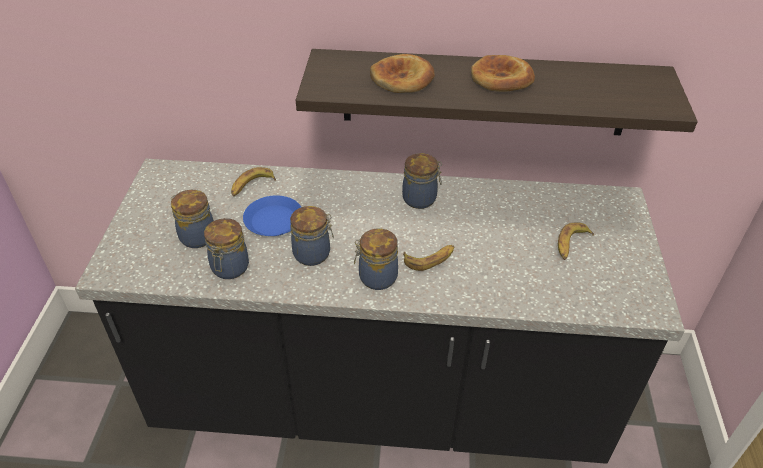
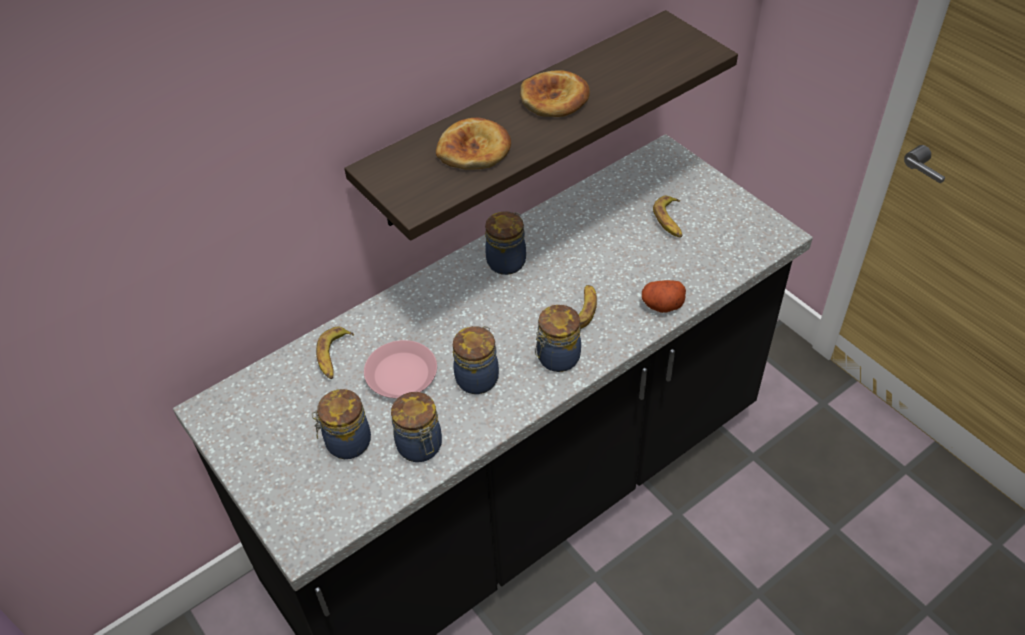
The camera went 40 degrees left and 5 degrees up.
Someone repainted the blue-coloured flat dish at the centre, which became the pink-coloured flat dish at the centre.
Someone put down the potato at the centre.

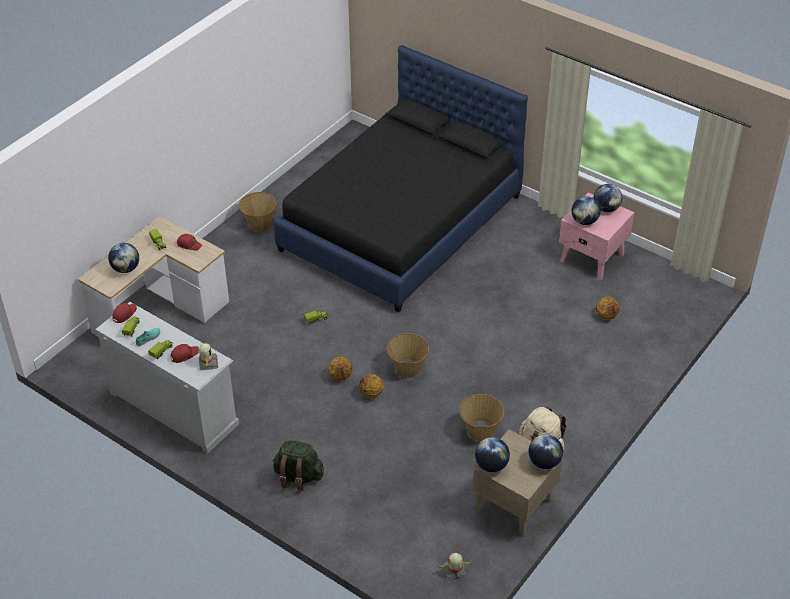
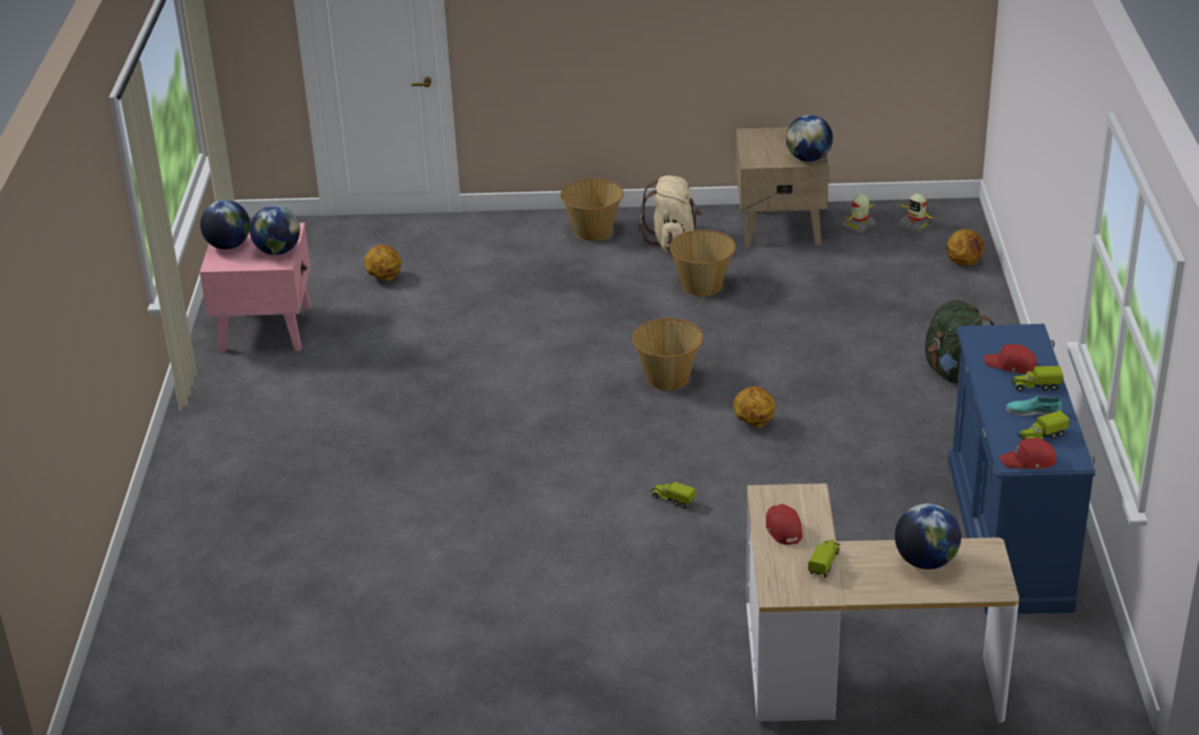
The camera went 125 degrees left and 10 degrees down.
Someone took away the blackish sleeping bed at the top centre.
Someone carried the household basket (no. 1 from left) from the middle left to the top centre.
Someone repainted the white dresser at the middle left, which became the blue-coloured dresser at the middle right.
Someone carried the model robot (no. 1 from left) from the middle left to the top right.
Someone carried the ball for basketball (no. 2 from left in the first image) from the centre to the middle right.
Someone took away the globe (no. 3 from left) at the bottom right.

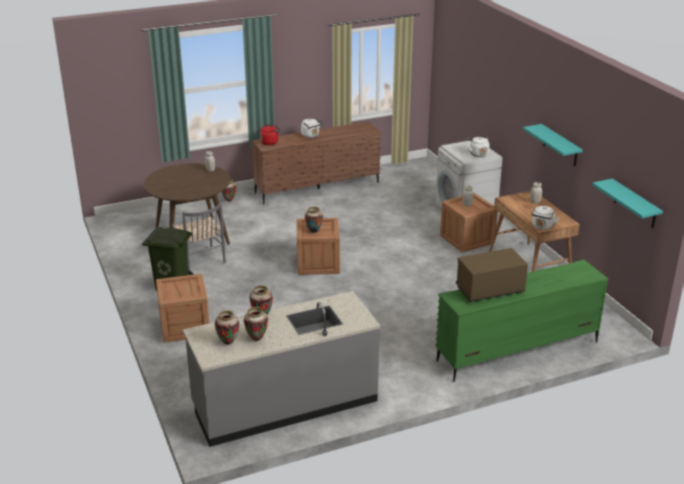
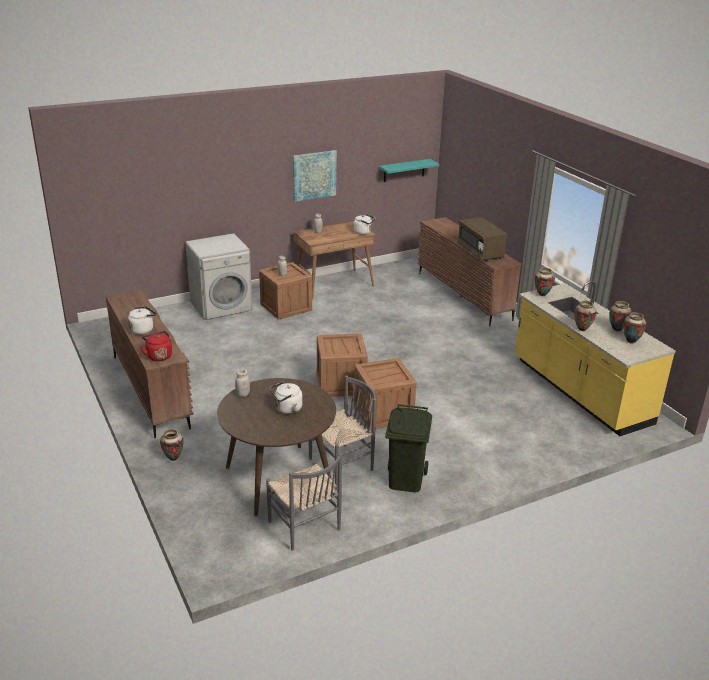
The camera went 95 degrees left and 0 degrees up.
Someone swapped the blue-green bracket shelf (no. 1 from left) at the top right for the wall picture at the top centre.
Someone carried the white tea kettle (no. 2 from left) from the top right to the centre.
Someone carried the vase (no. 5 from left in the first image) from the centre to the middle right.
Someone repainted the green dresser at the middle right, which became the brownish dresser (no. 2 from left) at the centre.
Someone carried the shipping crate (no. 1 from left in the first image) from the middle left to the centre.
Someone repainted the grey kitchen base unit at the bottom centre, which became the yellow-coloured kitchen base unit at the middle right.
Someone put down the grey chair (no. 1 from left) at the bottom centre.

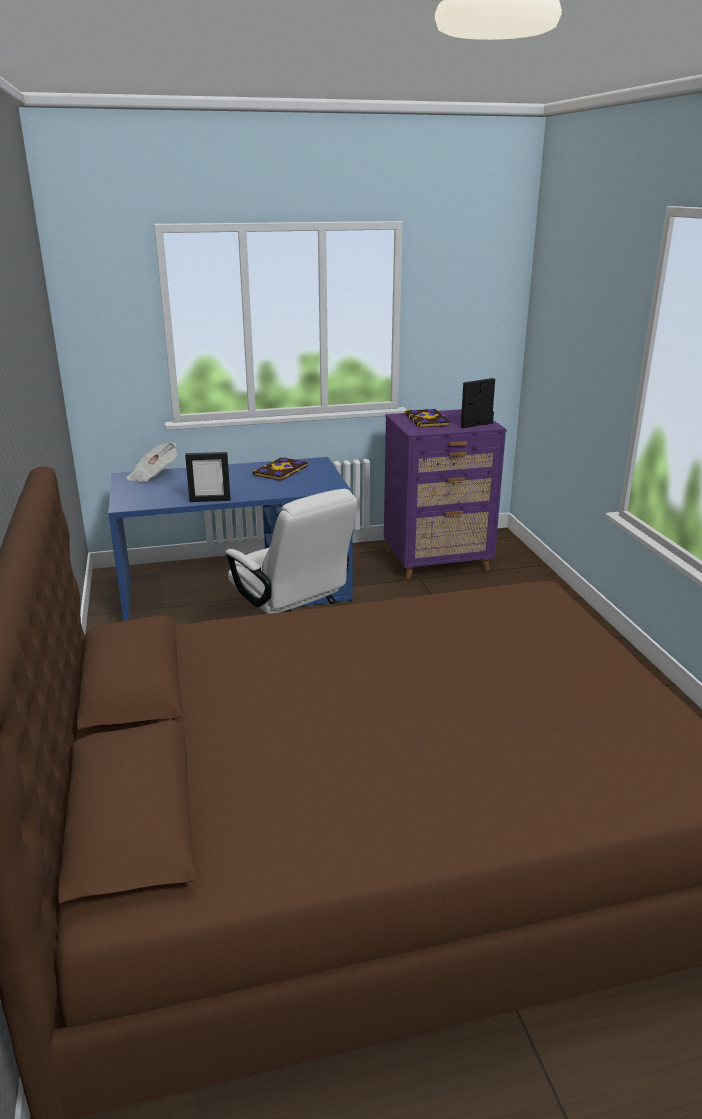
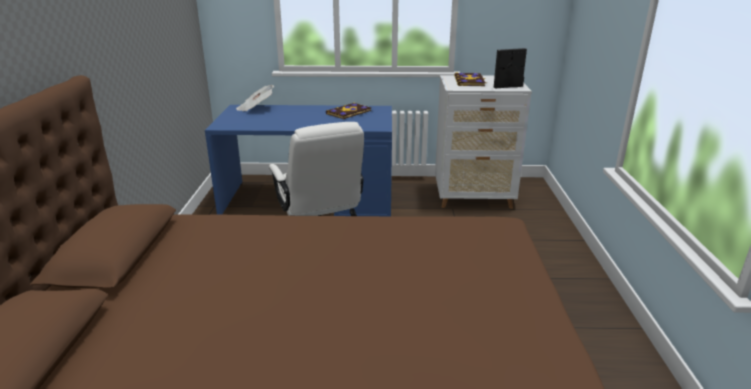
The camera went 15 degrees right and 0 degrees up.
Someone repainted the purplish dresser at the centre, which became the white dresser at the centre.
Someone took away the photo frame (no. 1 from left) at the middle left.

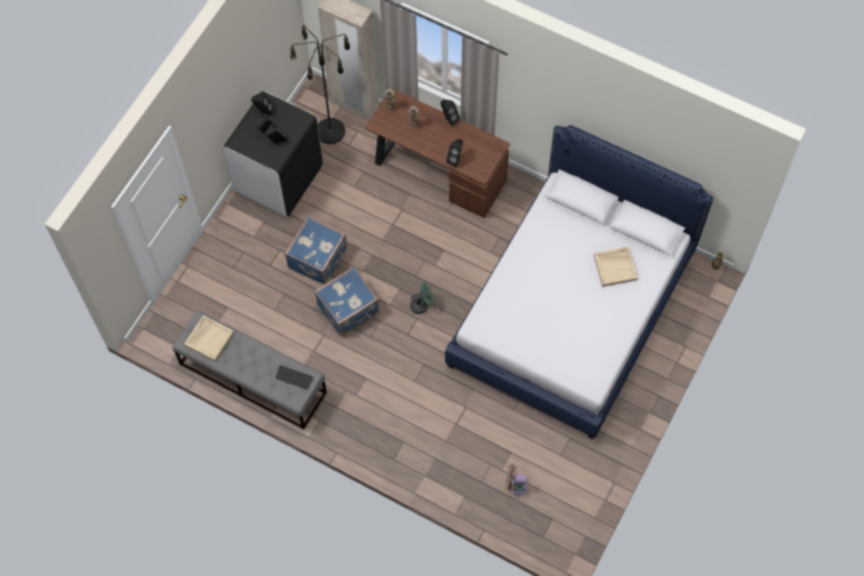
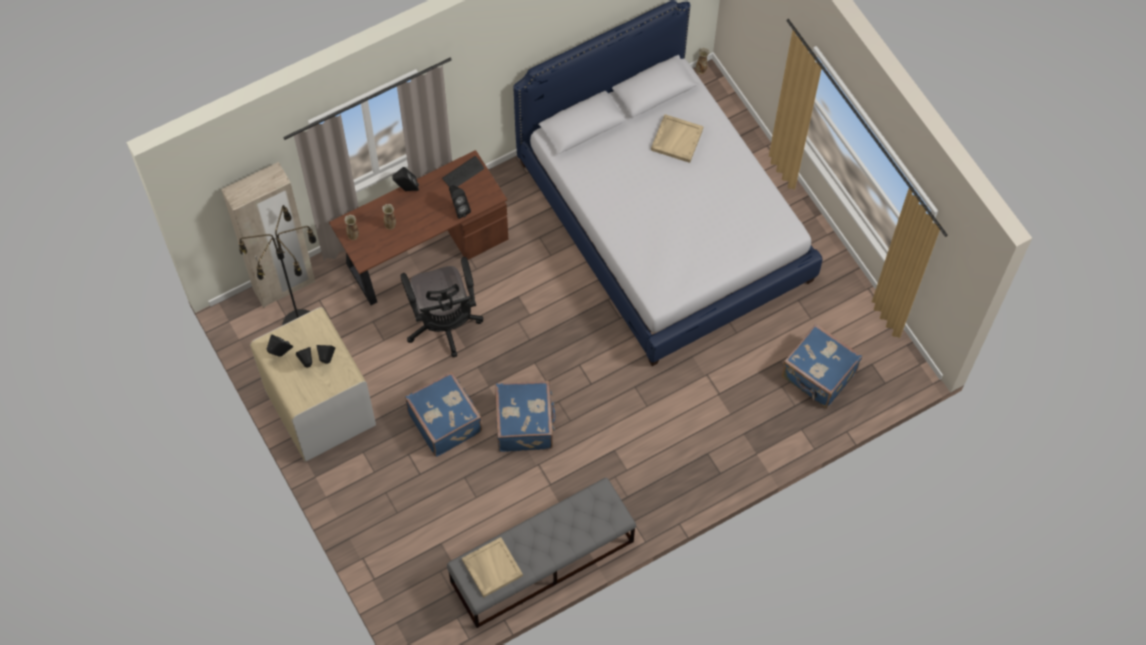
The camera went 60 degrees left and 0 degrees up.
Someone repainted the blackish dresser at the top left, which became the beige dresser at the middle left.
Someone took away the green electric fan at the centre.
Someone carried the keyboard from the centre to the top centre.
Someone swapped the brownish electric fan at the bottom centre for the blue-coloured piece of luggage (no. 3 from left) at the middle right.
Someone put down the computer chair at the centre.

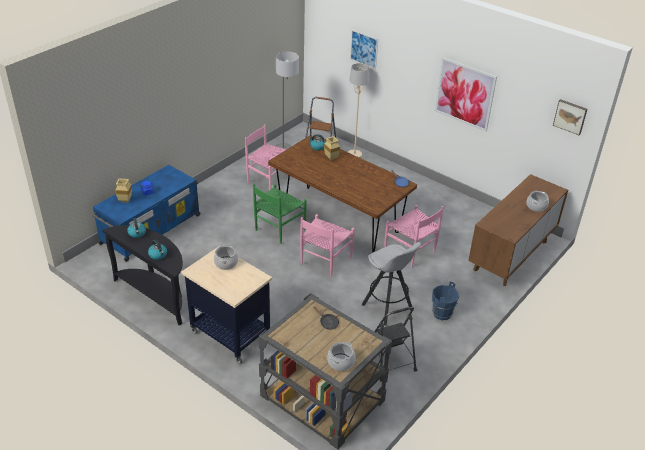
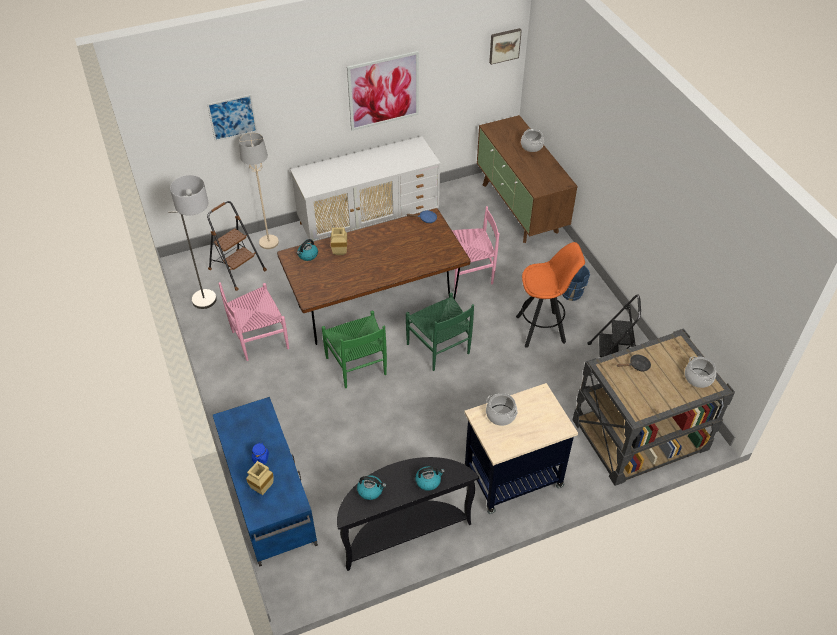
The camera went 60 degrees left and 10 degrees up.
Someone repainted the pink-coloured chair (no. 2 from left) at the centre, which became the green chair (no. 2 from left) at the centre.
Someone repainted the grey stool seat at the centre, which became the orange stool seat at the centre.
Someone put down the white dresser at the top centre.

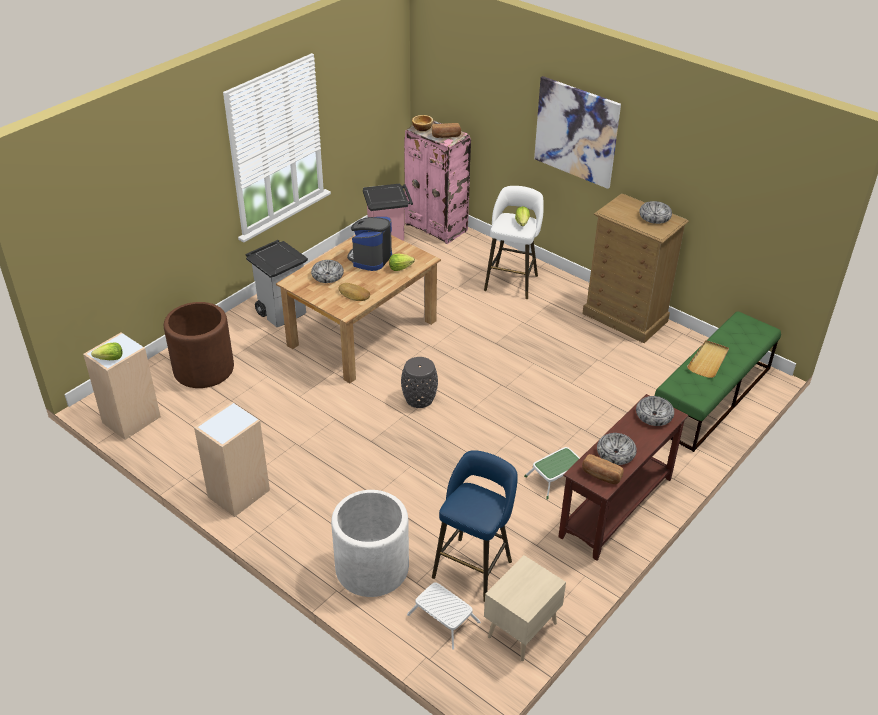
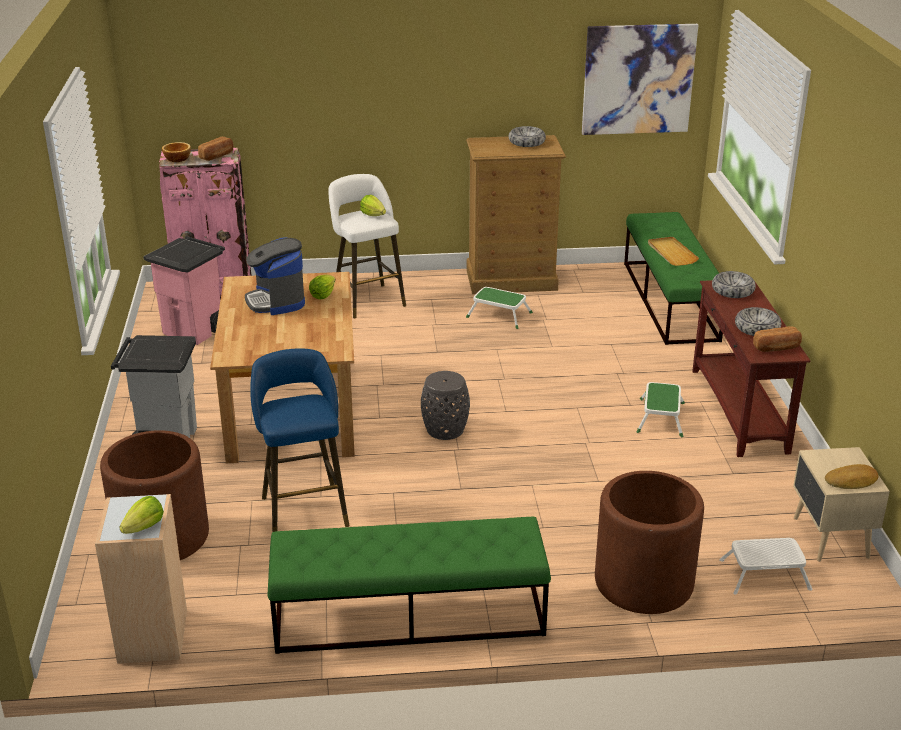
The camera went 45 degrees left and 10 degrees down.
Someone carried the wall picture from the top centre to the top right.
Someone took away the serving bowl (no. 1 from left) at the centre.
Someone carried the baked bread (no. 1 from left in the first image) from the centre to the middle right.
Someone swapped the bookshelf (no. 2 from left) at the middle left for the green indoor bench (no. 1 from left) at the bottom centre.
Someone carried the blue-coloured stool seat from the bottom centre to the middle left.
Someone repainted the white planter at the bottom centre, which became the brownish planter (no. 2 from left) at the bottom right.
Someone put down the green step ladder (no. 1 from left) at the centre.

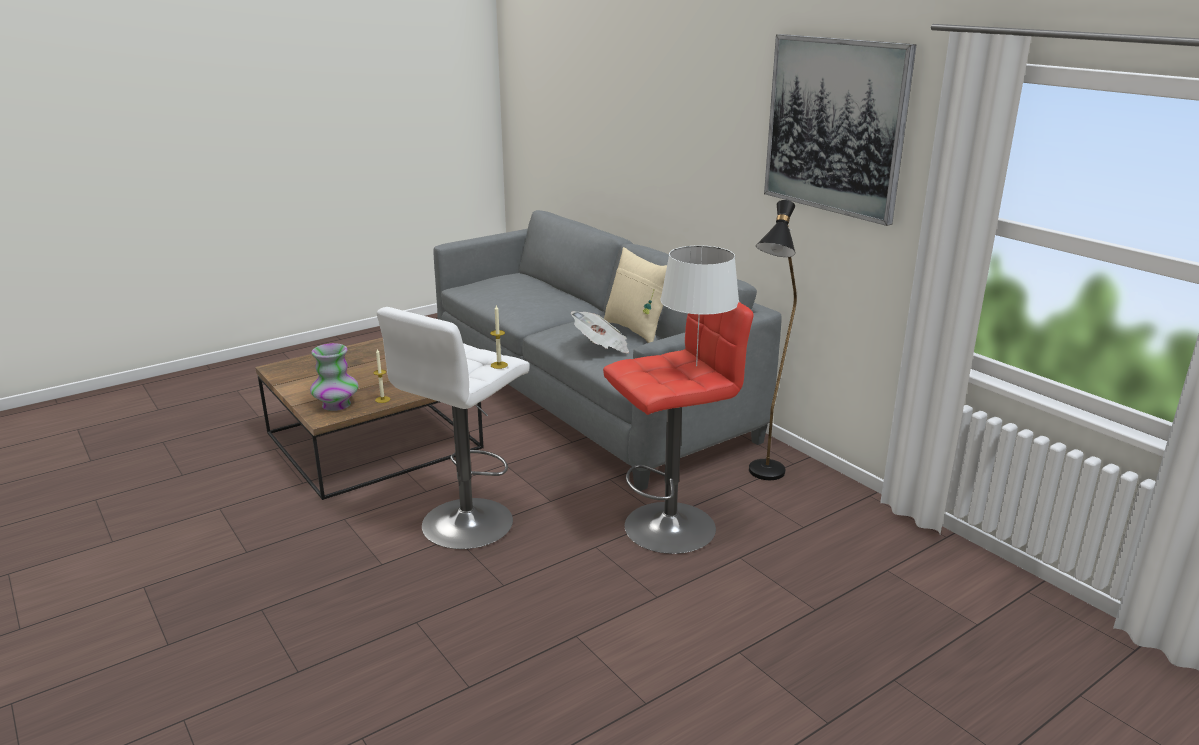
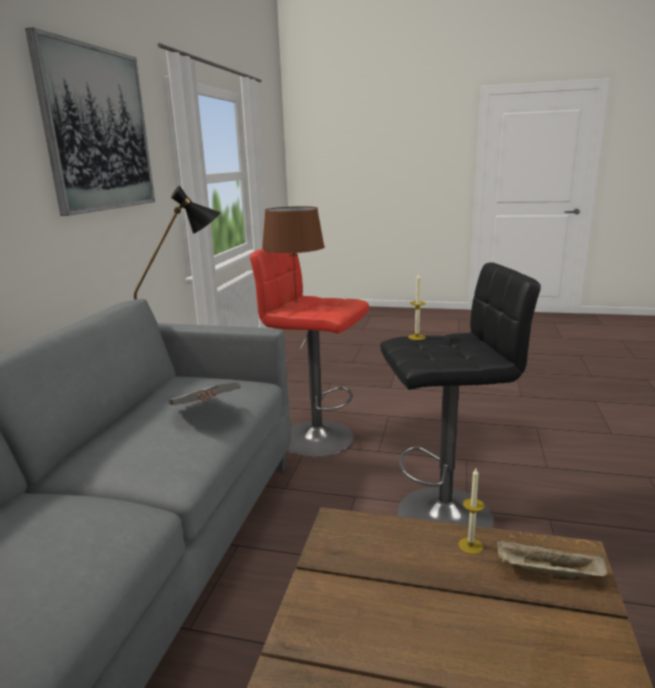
The camera went 130 degrees left and 5 degrees down.
Someone repainted the white tabletop lamp at the centre, which became the brownish tabletop lamp at the centre.
Someone took away the beige cushion at the centre.
Someone repainted the white stool seat at the centre, which became the blackish stool seat at the middle right.
Someone swapped the vase at the middle left for the beige carrying tray at the bottom right.

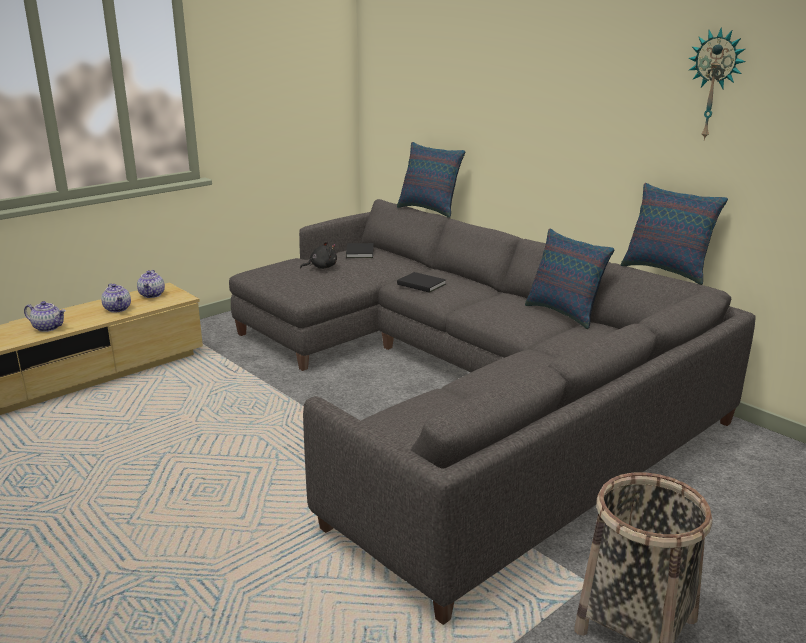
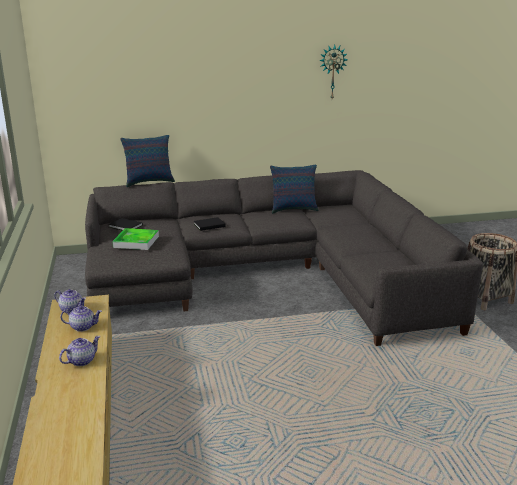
The camera went 60 degrees left and 0 degrees up.
Someone took away the blue-coloured cushion (no. 3 from left) at the middle right.
Someone swapped the blackish soft toy at the centre for the carrying tray at the middle left.

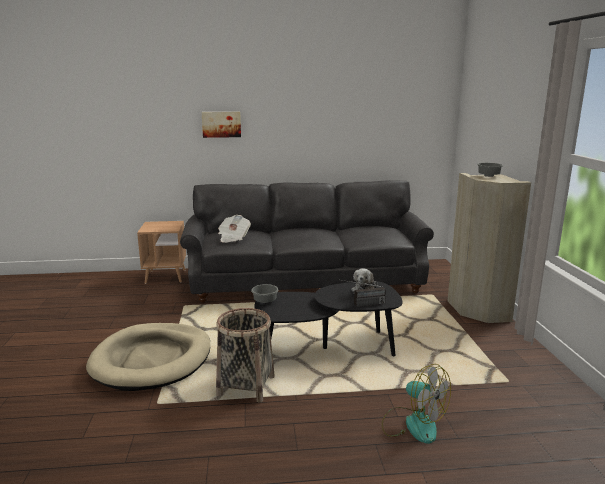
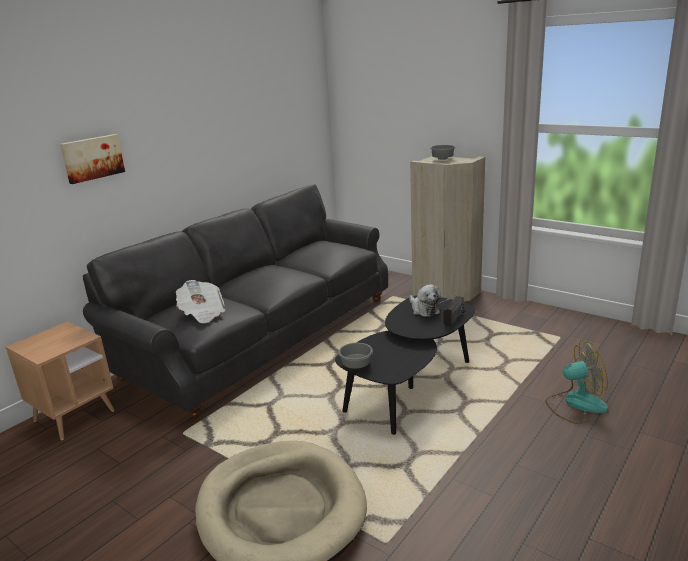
The camera went 45 degrees left and 5 degrees up.
Someone took away the household basket at the bottom centre.

